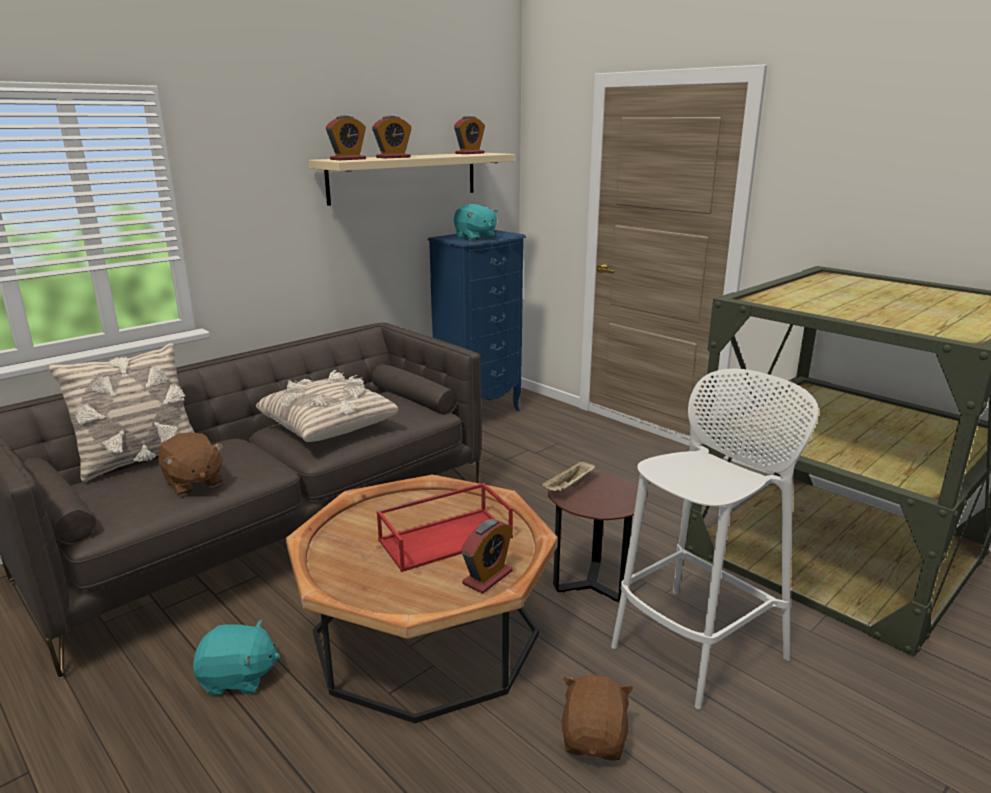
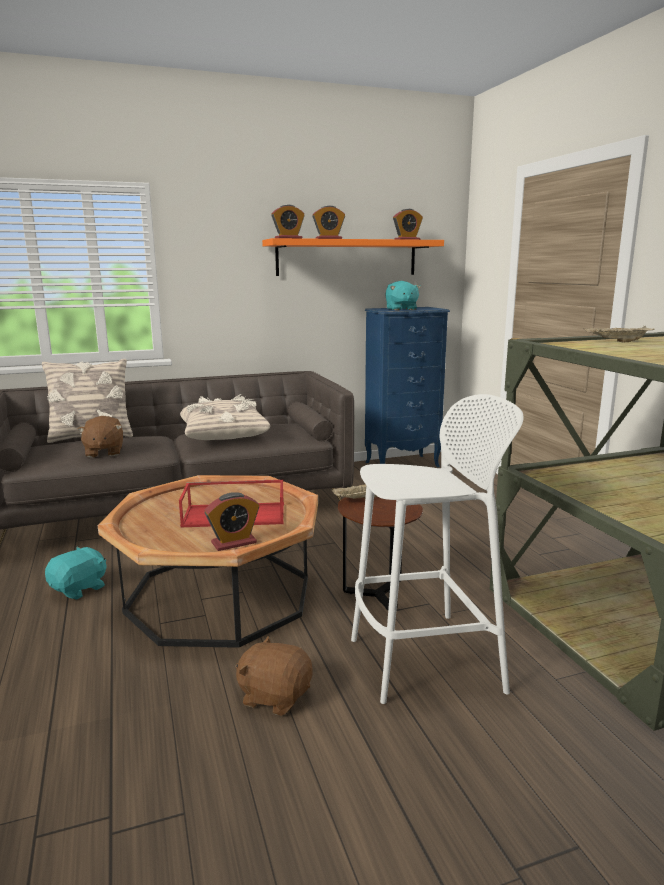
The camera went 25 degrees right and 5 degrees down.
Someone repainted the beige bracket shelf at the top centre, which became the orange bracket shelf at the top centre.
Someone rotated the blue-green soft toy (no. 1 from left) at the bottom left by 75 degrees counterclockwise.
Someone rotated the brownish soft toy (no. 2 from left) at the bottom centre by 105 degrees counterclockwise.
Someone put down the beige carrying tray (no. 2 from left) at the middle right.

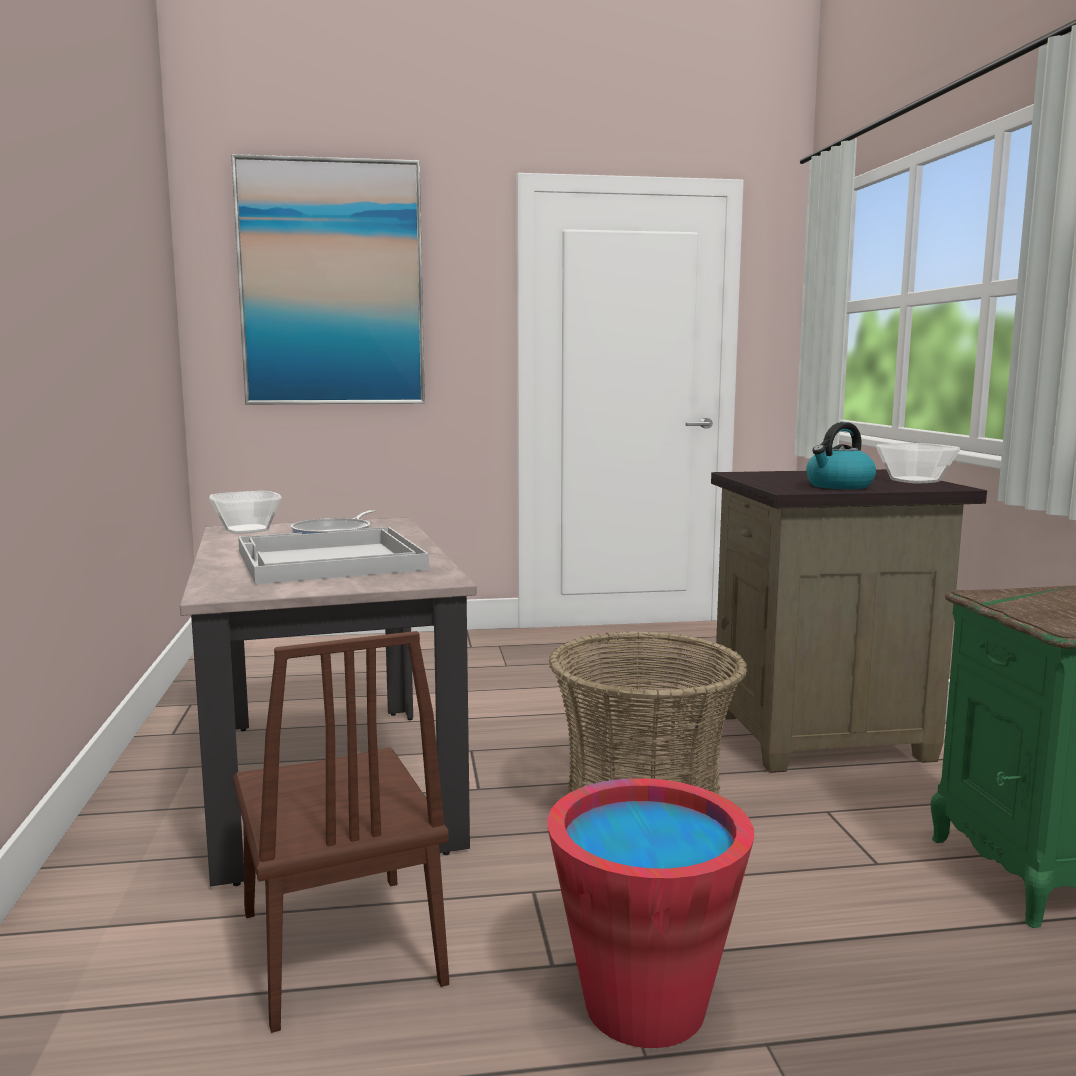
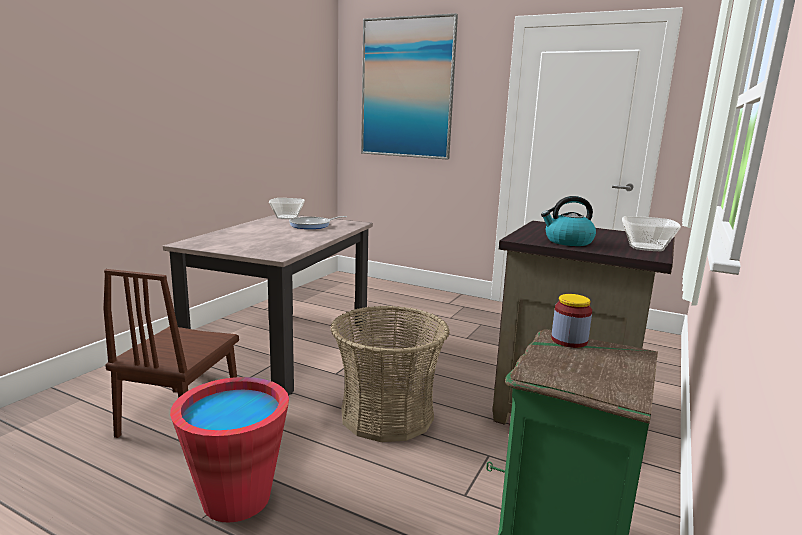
The camera went 35 degrees right and 5 degrees up.
Someone took away the white carrying tray at the middle left.
Someone put down the preserve jar at the middle right.

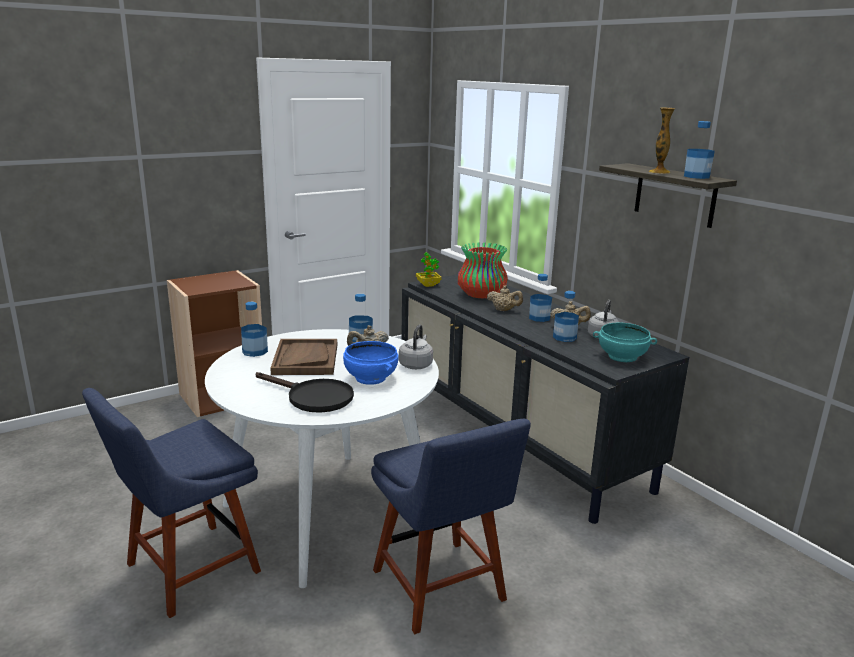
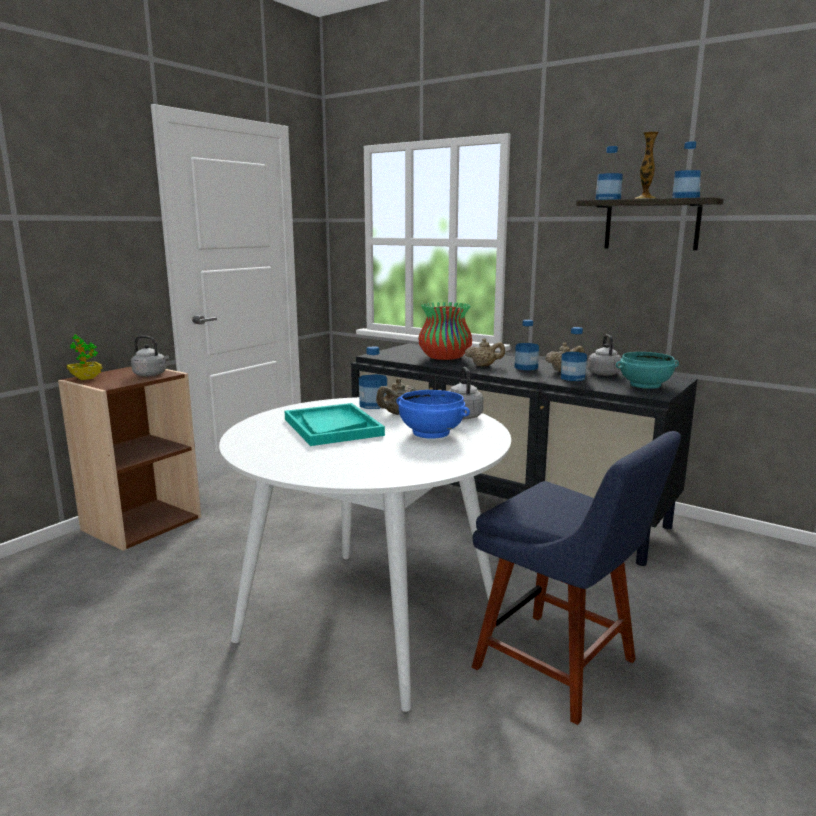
The camera went 20 degrees left and 5 degrees down.
Someone carried the plant in a pot from the centre to the middle left.
Someone carried the drink bottle (no. 1 from left in the first image) from the middle left to the top right.
Someone repainted the brownish carrying tray at the centre, which became the blue-green carrying tray at the centre.
Someone took away the blackish skillet at the centre.
Someone took away the blue-coloured chair (no. 1 from left) at the bottom left.
Someone put down the grey tea kettle (no. 1 from left) at the middle left.

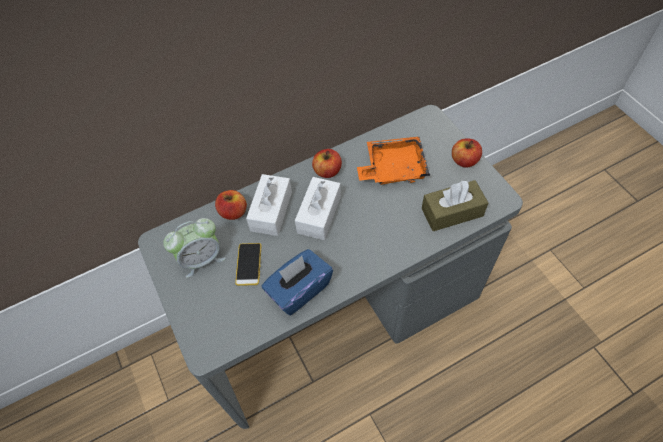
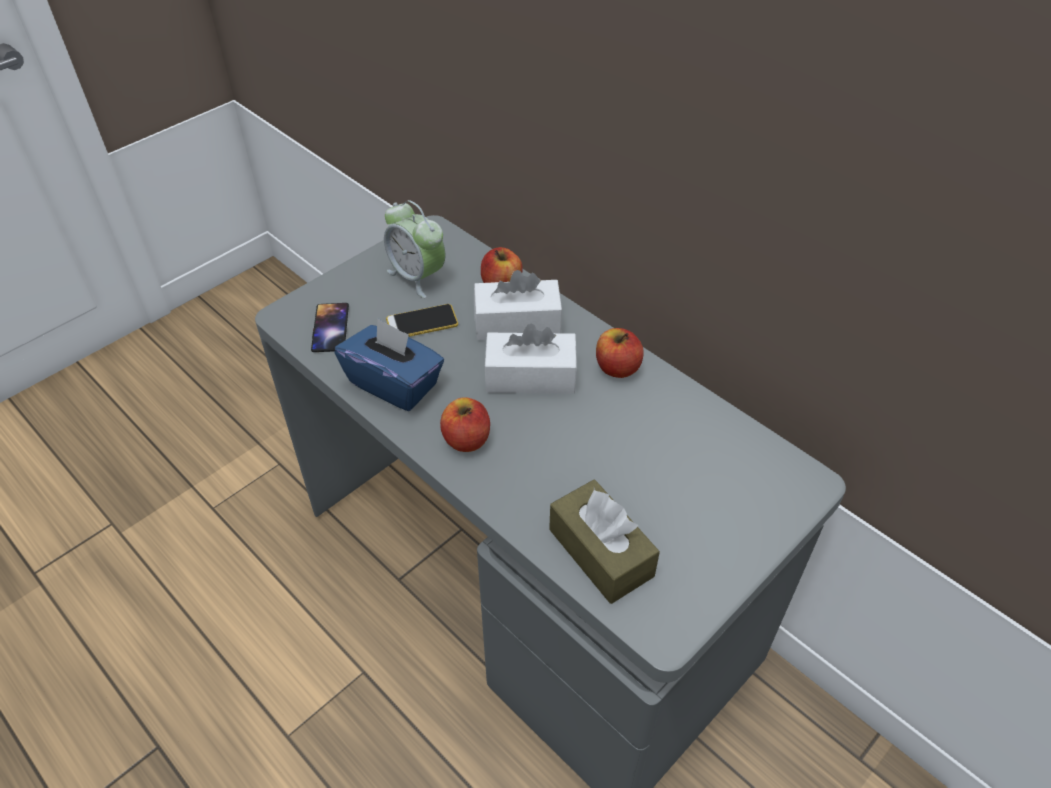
The camera went 70 degrees right and 10 degrees down.
Someone took away the orange carrying tray at the centre.
Someone carried the apple fruit (no. 3 from left in the first image) from the middle right to the centre.
Someone put down the phone (no. 1 from left) at the middle left.

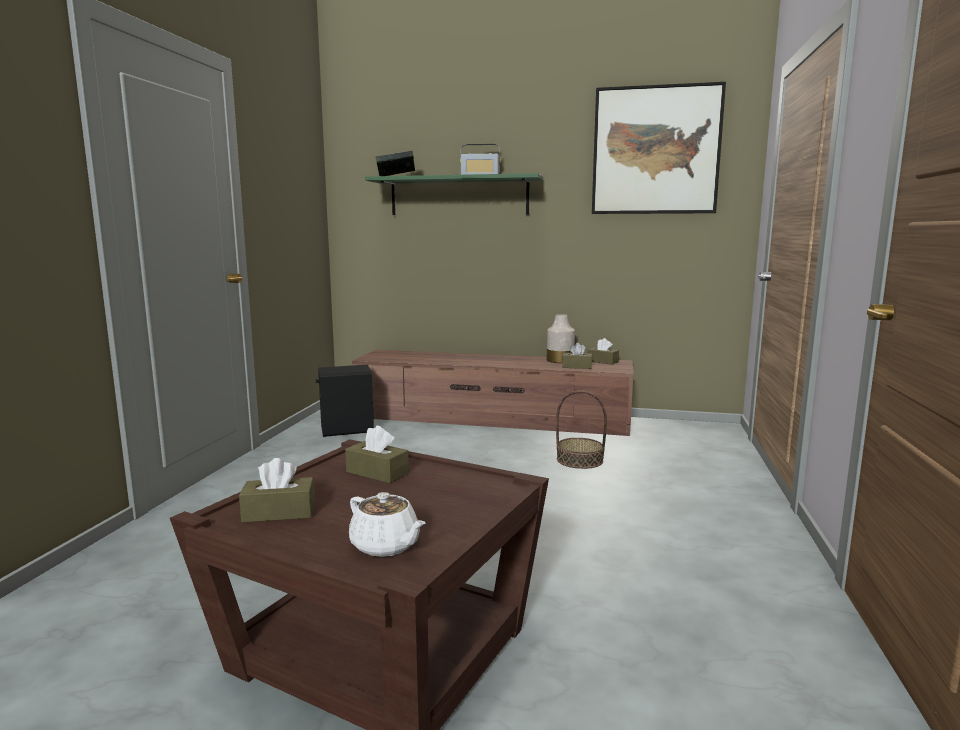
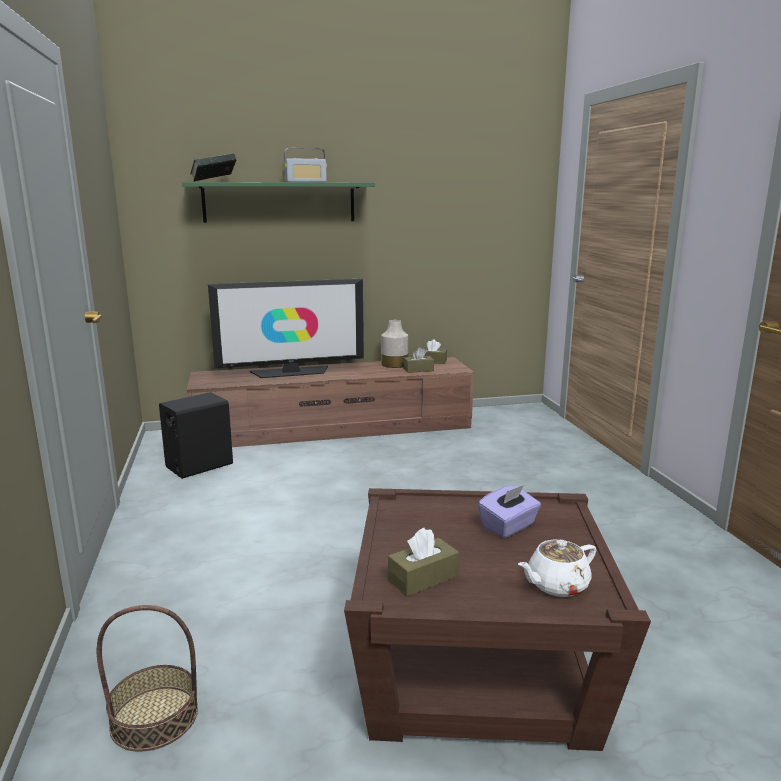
The camera went 25 degrees left and 5 degrees up.
Someone took away the wall picture at the top right.
Someone carried the household basket from the centre to the bottom left.
Someone took away the brownish box of tissues (no. 2 from left) at the centre.
Someone rotated the white tea pot at the bottom centre by 135 degrees clockwise.
Someone put down the TV at the centre.
Someone put down the purplish box of tissues at the centre.

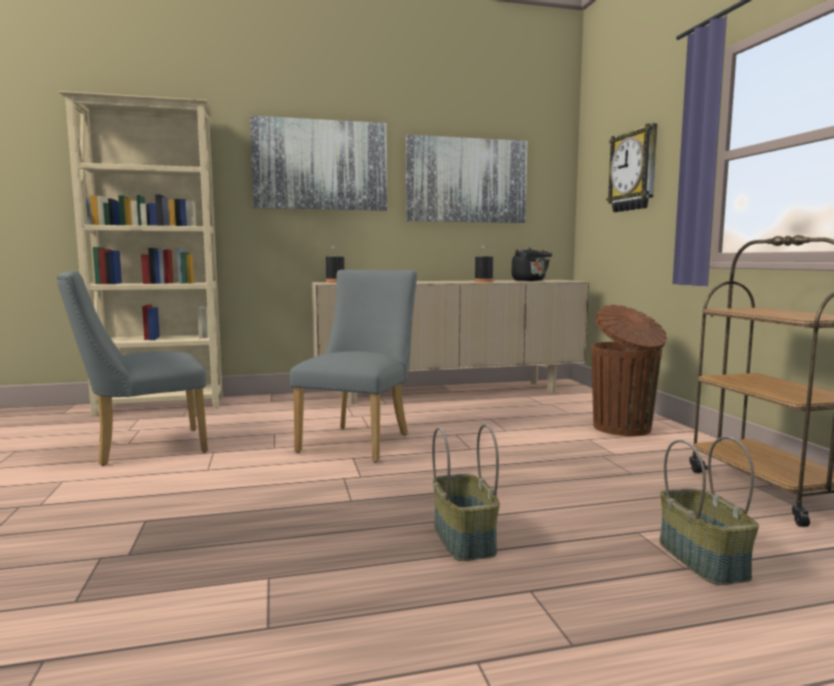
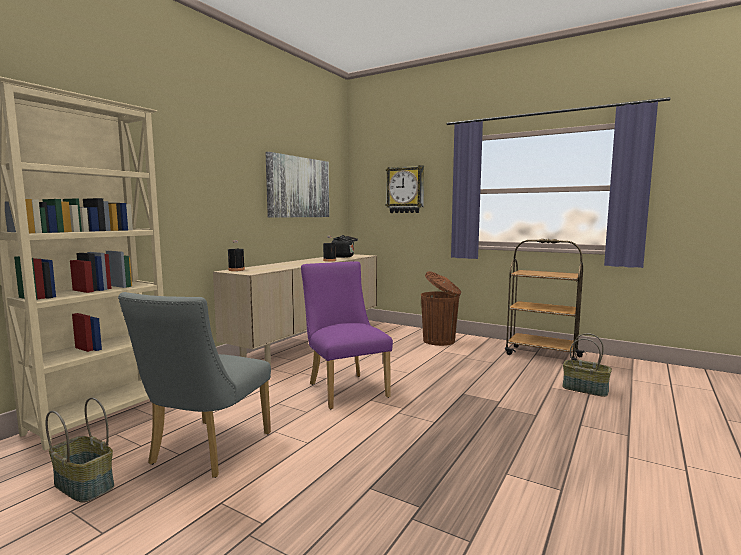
The camera went 45 degrees left and 0 degrees up.
Someone took away the wall picture (no. 1 from left) at the top centre.
Someone repainted the grey chair (no. 2 from left) at the centre, which became the purplish chair at the centre.
Someone carried the household basket (no. 1 from left) from the bottom centre to the bottom left.

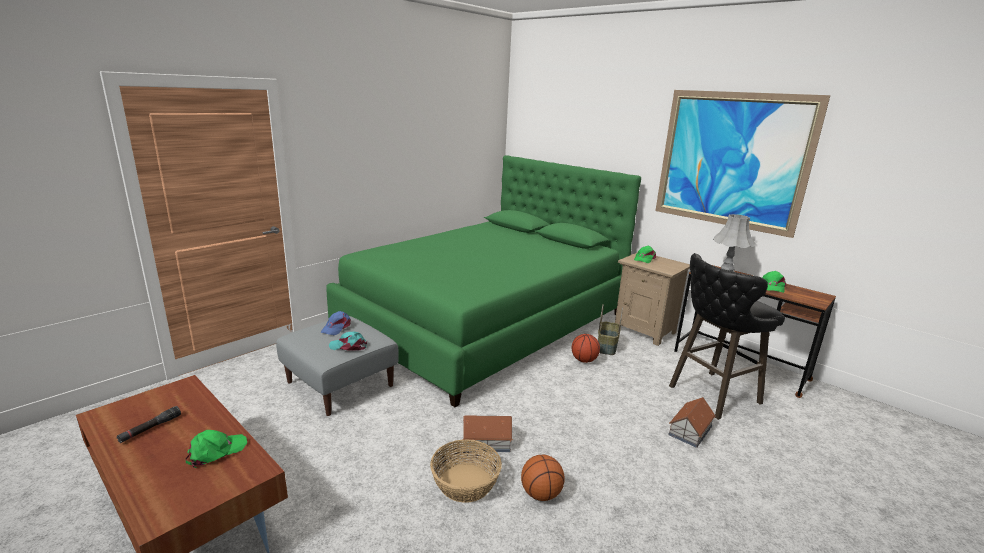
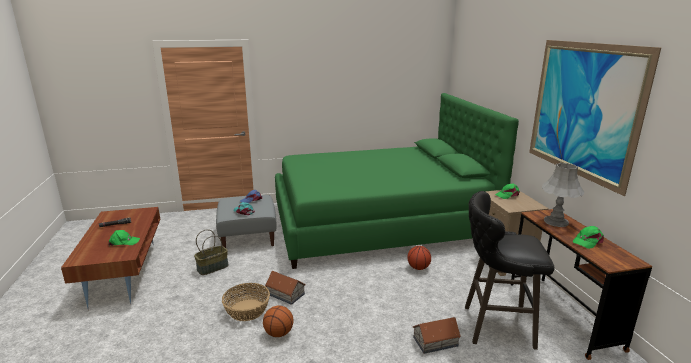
The camera went 35 degrees right and 0 degrees up.
Someone carried the household basket (no. 2 from left in the first image) from the centre to the bottom left.

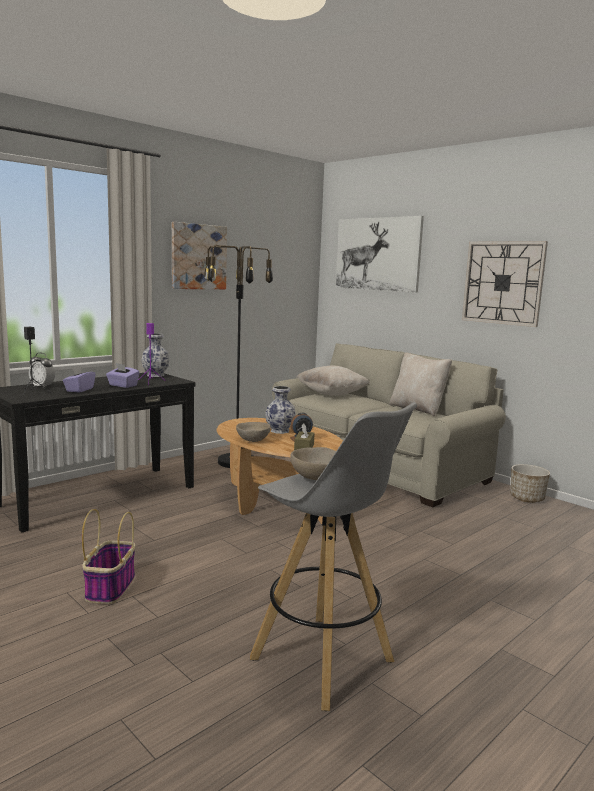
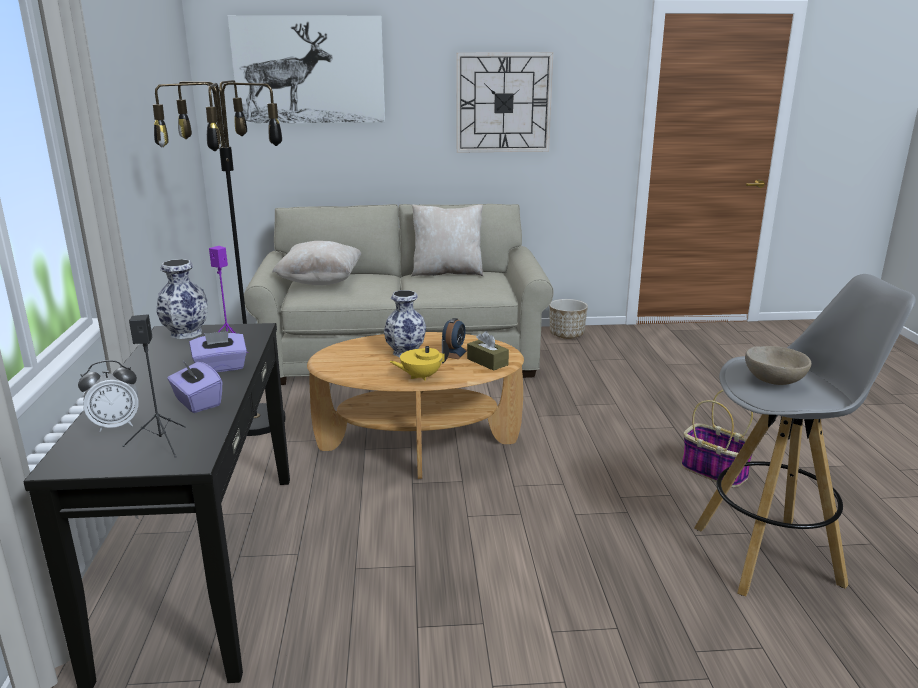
The camera went 50 degrees left and 10 degrees up.
Someone took away the wall picture (no. 1 from left) at the top centre.
Someone swapped the beige serving bowl (no. 1 from left) at the centre for the yellow-coloured tea pot at the centre.
Someone carried the household basket from the bottom left to the middle right.

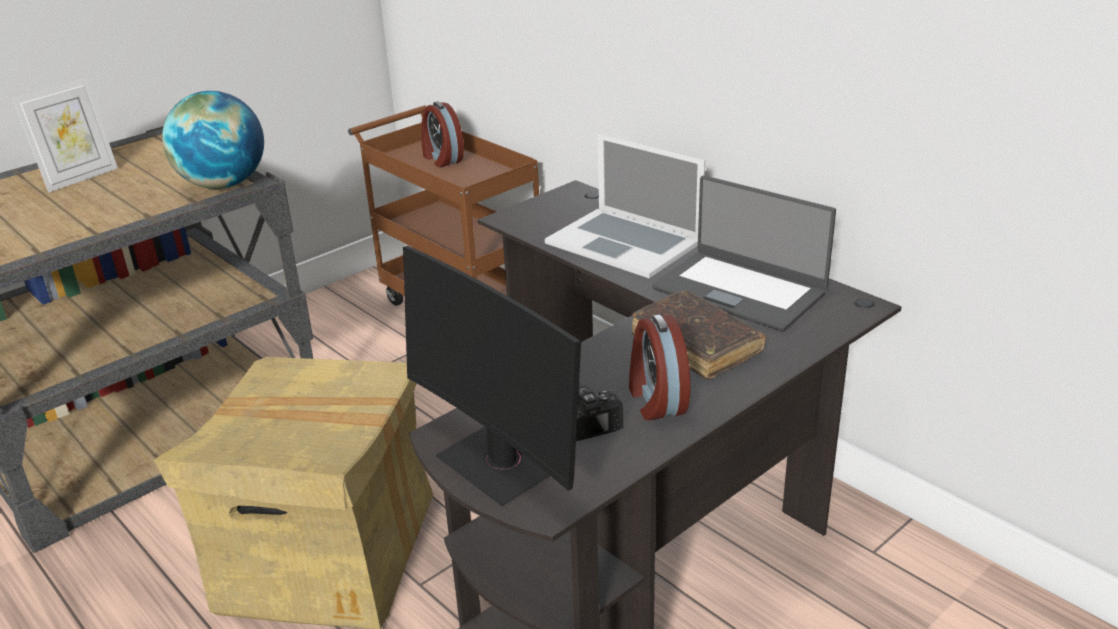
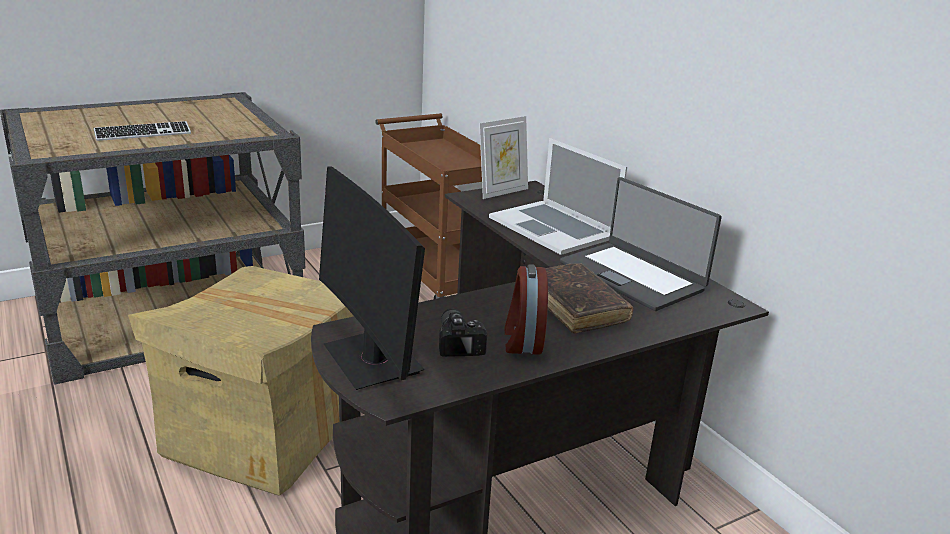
The camera went 10 degrees right and 5 degrees down.
Someone carried the photo frame from the top left to the top centre.
Someone took away the globe at the top left.
Someone took away the alarm clock (no. 1 from left) at the top centre.
Someone put down the keyboard at the top left.

